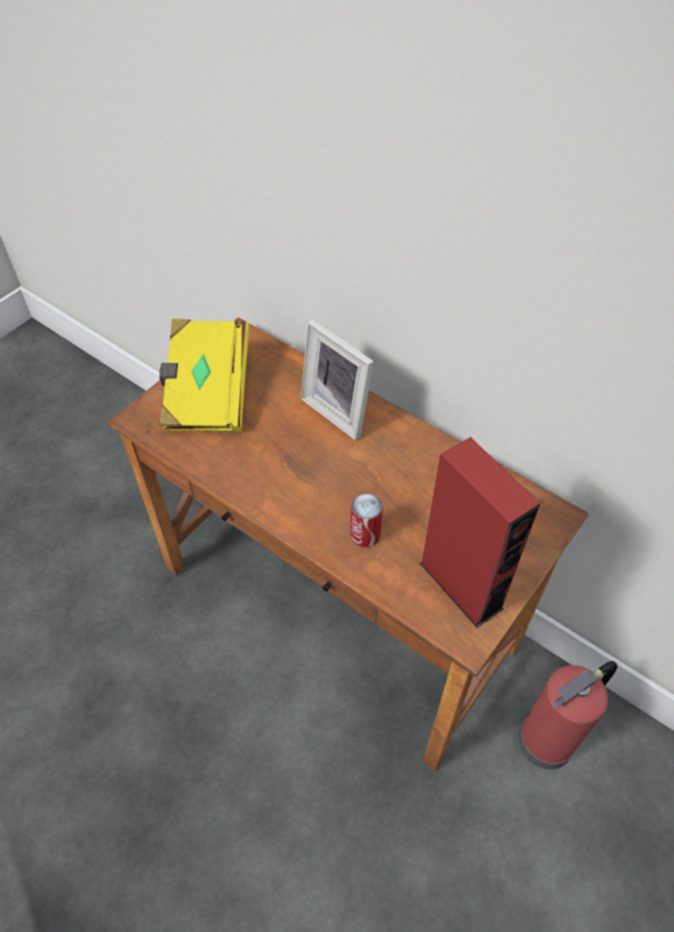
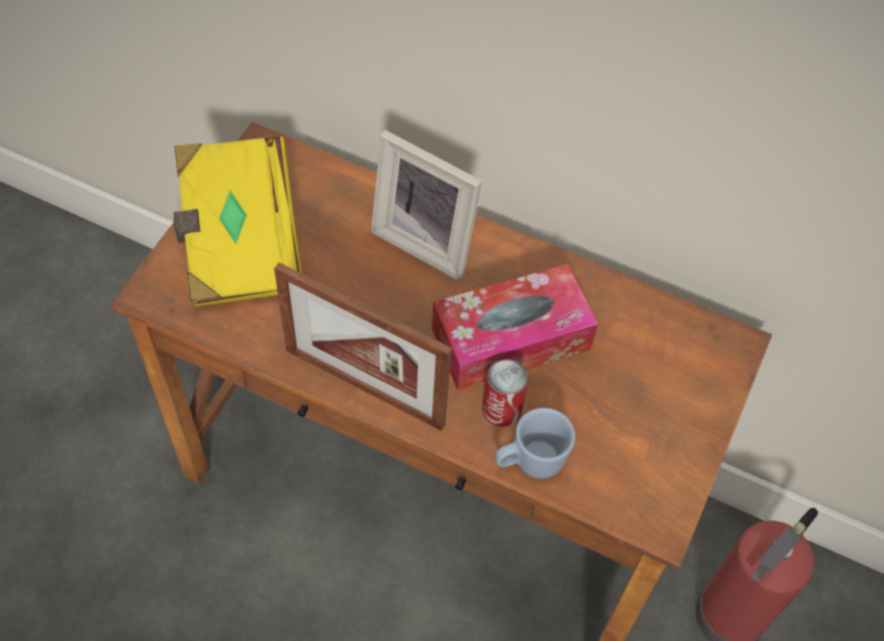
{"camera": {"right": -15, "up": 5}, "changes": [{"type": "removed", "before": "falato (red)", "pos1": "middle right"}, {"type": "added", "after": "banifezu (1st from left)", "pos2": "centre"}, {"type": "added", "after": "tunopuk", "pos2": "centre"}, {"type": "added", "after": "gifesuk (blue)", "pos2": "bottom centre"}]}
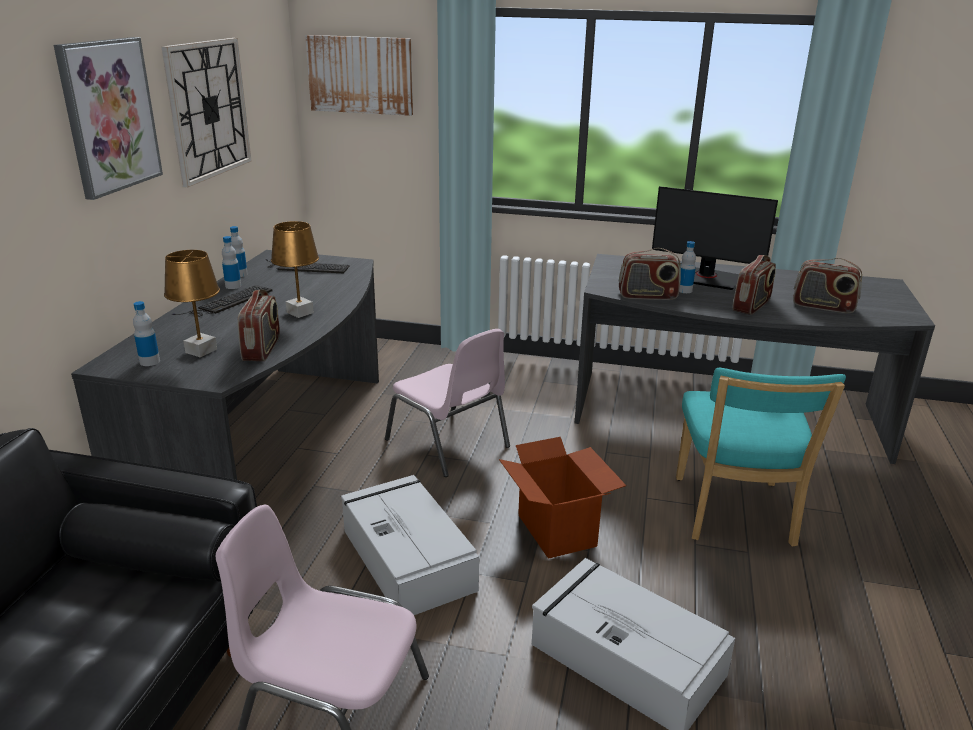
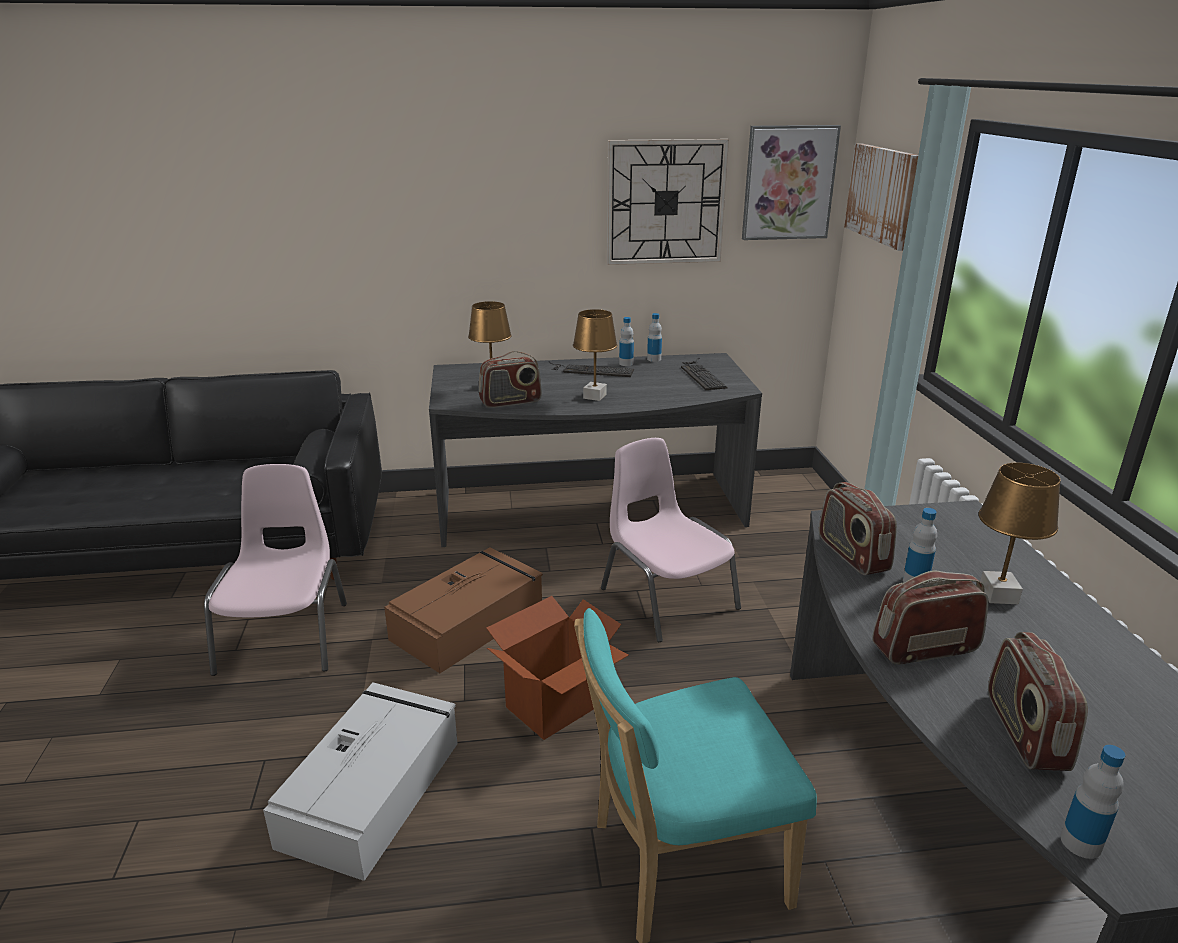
{"camera": {"right": 70, "up": 0}, "changes": [{"type": "moved", "before": "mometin (1st from left)", "pos1": "top left", "pos2": "top right"}, {"type": "moved", "before": "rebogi (1st from left in the first image)", "after": "rebogi (4th from left)", "pos1": "middle left", "pos2": "bottom right"}, {"type": "recoloured", "before": "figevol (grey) (1st from left)", "after": "figevol (brown)", "pos1": "bottom centre", "pos2": "centre"}, {"type": "turned", "before": "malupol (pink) (2nd from left)", "pos1": "centre", "pos2": "centre", "turn": 120}, {"type": "replaced", "before": "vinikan", "after": "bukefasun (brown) (3rd from left)", "pos1": "top right", "pos2": "middle right"}, {"type": "turned", "before": "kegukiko (3rd from left)", "pos1": "middle right", "pos2": "middle right", "turn": 150}]}
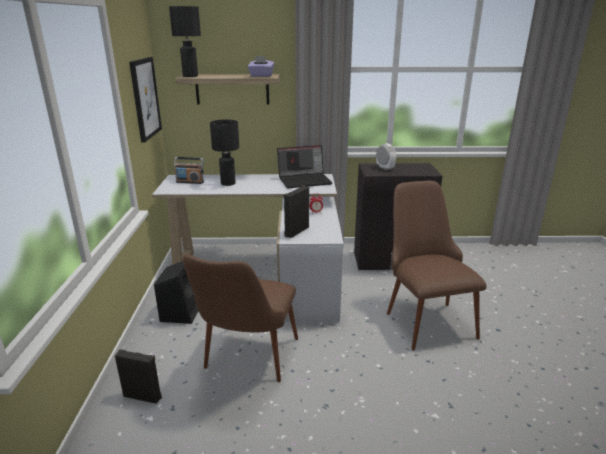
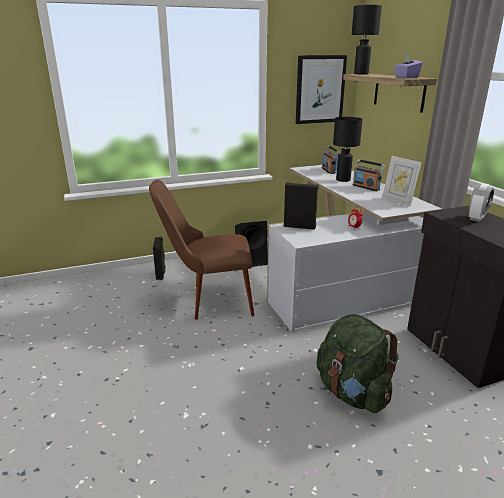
{"camera": {"right": 70, "up": 0}, "changes": [{"type": "replaced", "before": "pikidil", "after": "banifezu", "pos1": "centre", "pos2": "middle right"}, {"type": "replaced", "before": "malupol (brown) (2nd from left)", "after": "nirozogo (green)", "pos1": "middle right", "pos2": "bottom right"}, {"type": "added", "after": "kegukiko (2nd from left)", "pos2": "middle right"}]}
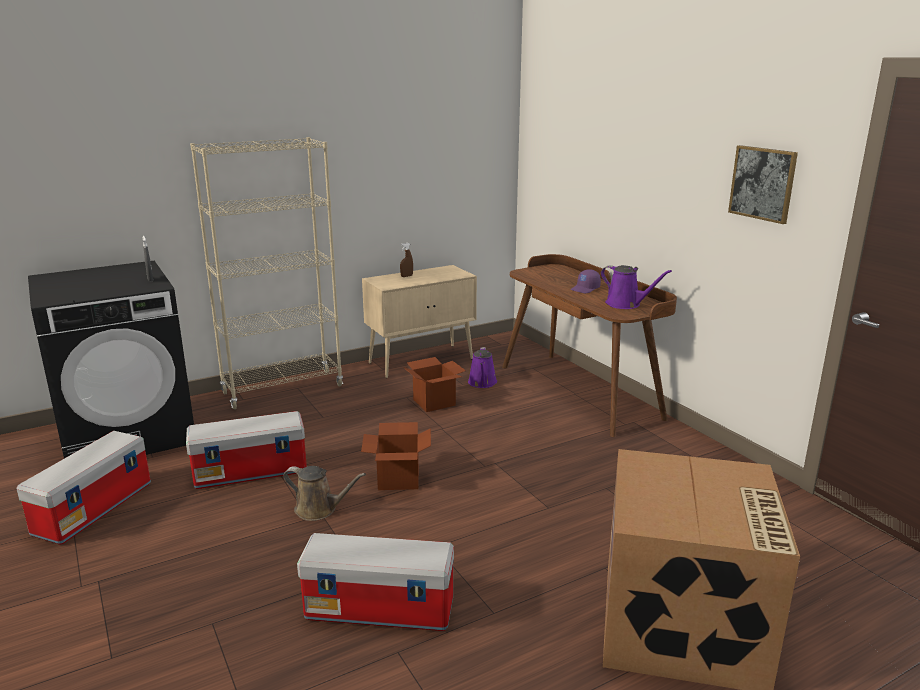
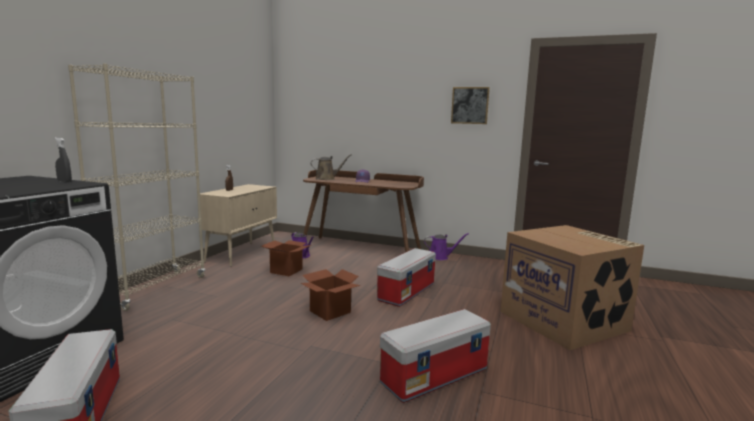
{"camera": {"right": -40, "up": -10}, "changes": [{"type": "moved", "before": "figevol (2nd from left)", "pos1": "middle left", "pos2": "centre"}, {"type": "moved", "before": "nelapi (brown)", "pos1": "bottom centre", "pos2": "centre"}, {"type": "moved", "before": "nelapi (purple) (2nd from left)", "pos1": "middle right", "pos2": "centre"}]}
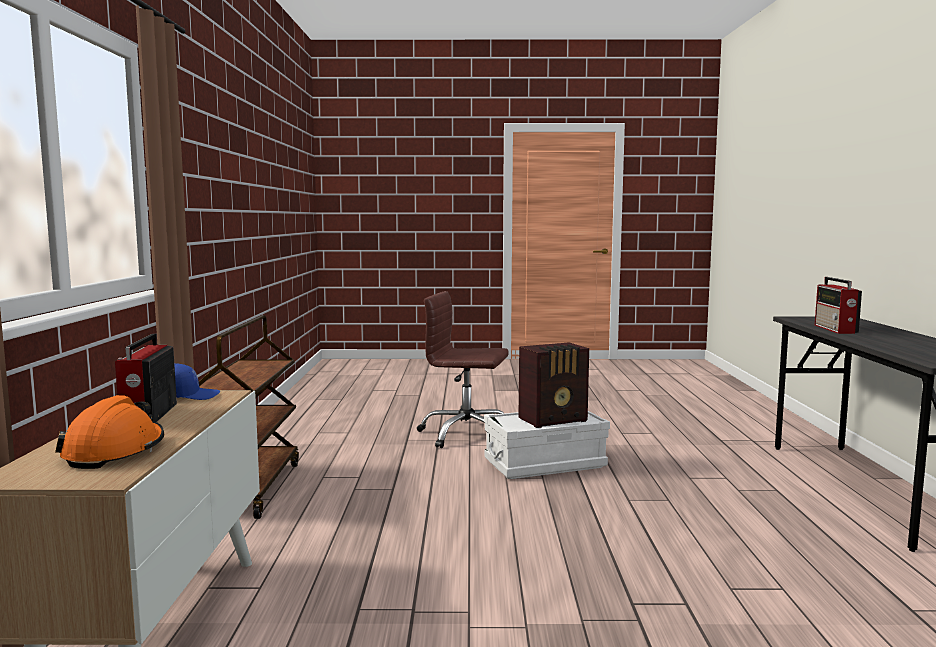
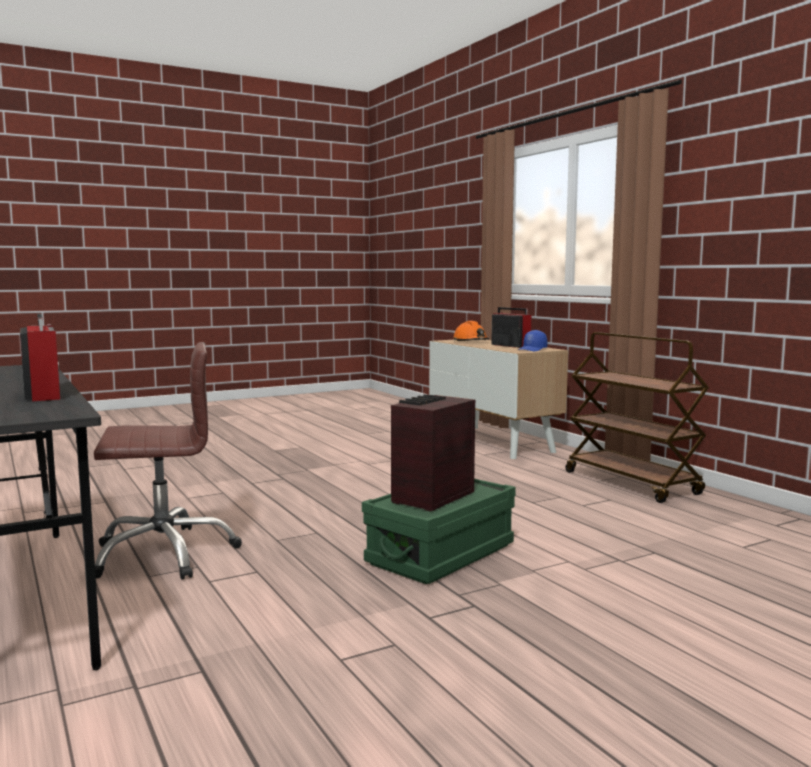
{"camera": {"right": 150, "up": 0}, "changes": [{"type": "moved", "before": "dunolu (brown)", "pos1": "centre", "pos2": "middle left"}, {"type": "recoloured", "before": "figevol (white)", "after": "figevol (green)", "pos1": "bottom centre", "pos2": "bottom centre"}]}
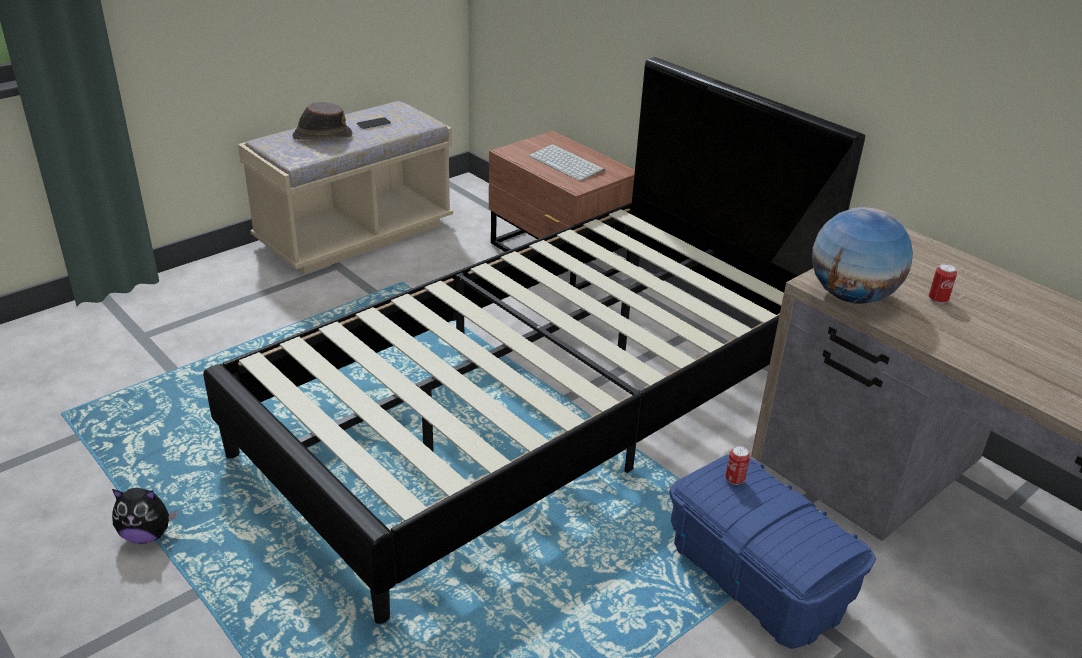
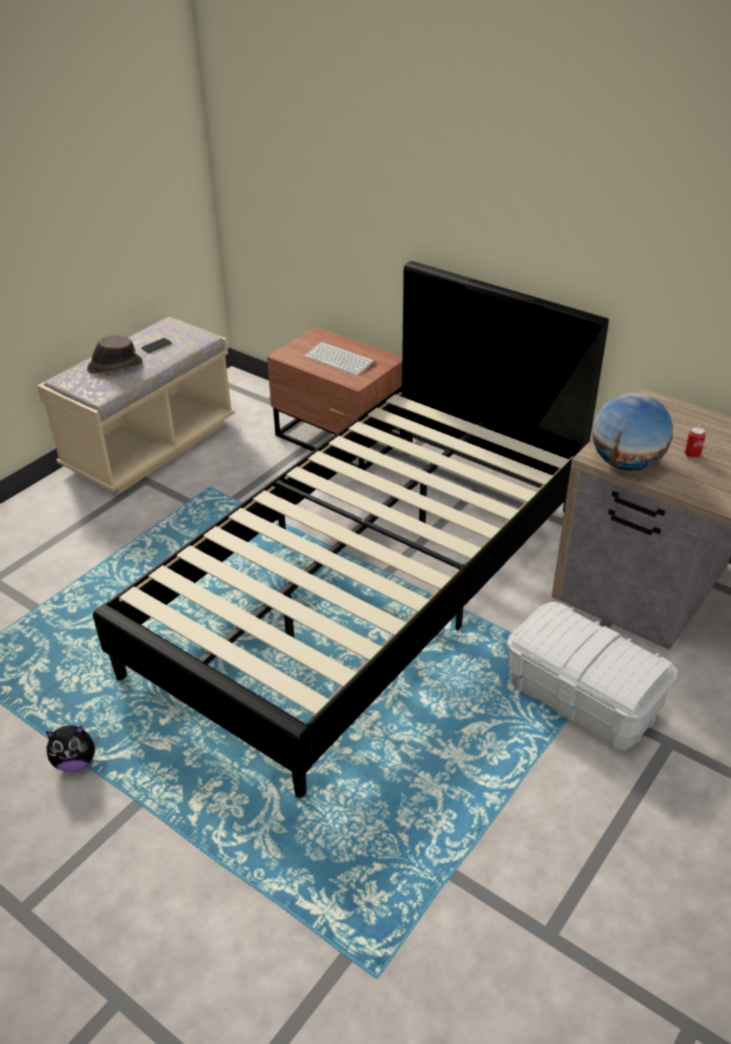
{"camera": {"right": -10, "up": 5}, "changes": [{"type": "recoloured", "before": "figevol (blue)", "after": "figevol (white)", "pos1": "bottom right", "pos2": "middle right"}, {"type": "removed", "before": "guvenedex (1st from left)", "pos1": "bottom right"}]}
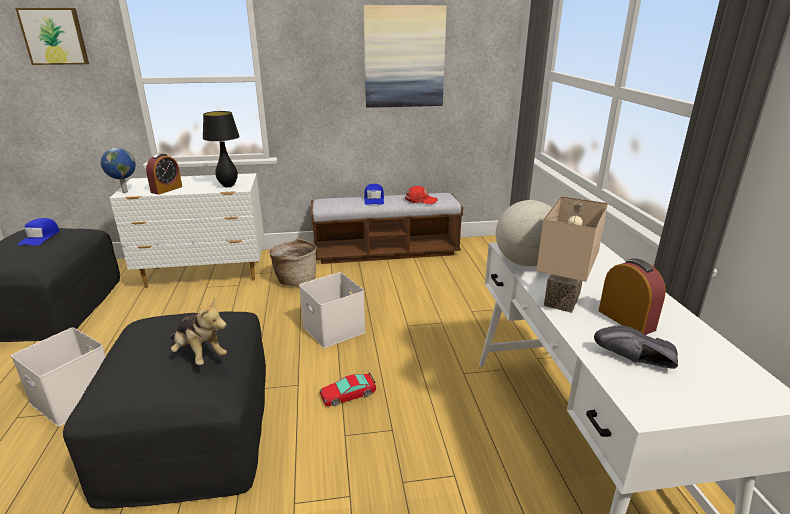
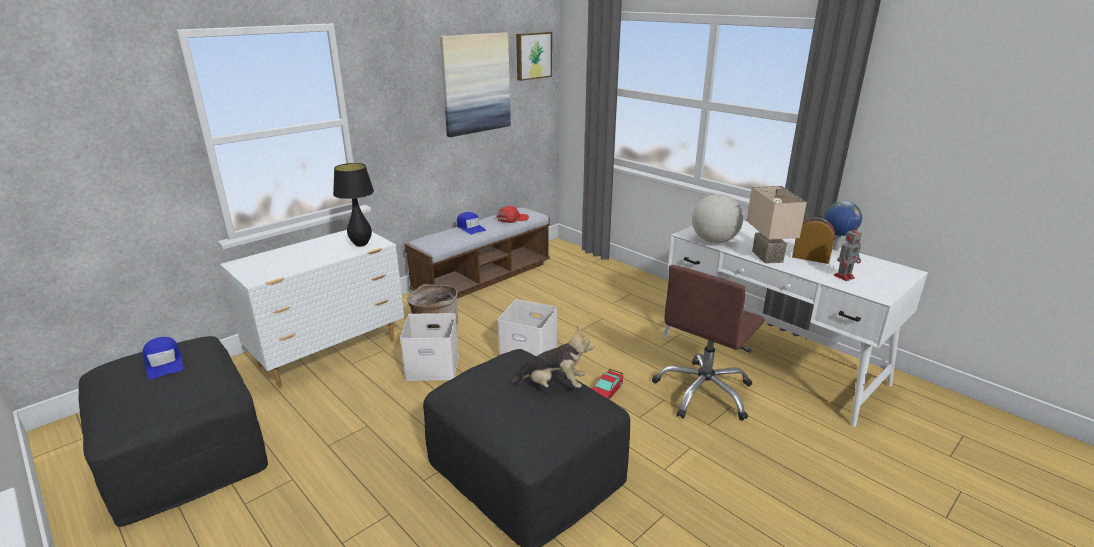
{"camera": {"right": -35, "up": 0}, "changes": [{"type": "moved", "before": "figevol (white) (1st from left)", "pos1": "bottom left", "pos2": "centre"}, {"type": "moved", "before": "mometin (1st from left in the first image)", "after": "mometin (2nd from left)", "pos1": "top left", "pos2": "top centre"}, {"type": "moved", "before": "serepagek (1st from left in the first image)", "after": "serepagek (2nd from left)", "pos1": "top left", "pos2": "middle right"}, {"type": "removed", "before": "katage (1st from left)", "pos1": "middle left"}, {"type": "replaced", "before": "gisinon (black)", "after": "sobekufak", "pos1": "bottom right", "pos2": "middle right"}, {"type": "added", "after": "dunolu (brown)", "pos2": "centre"}]}
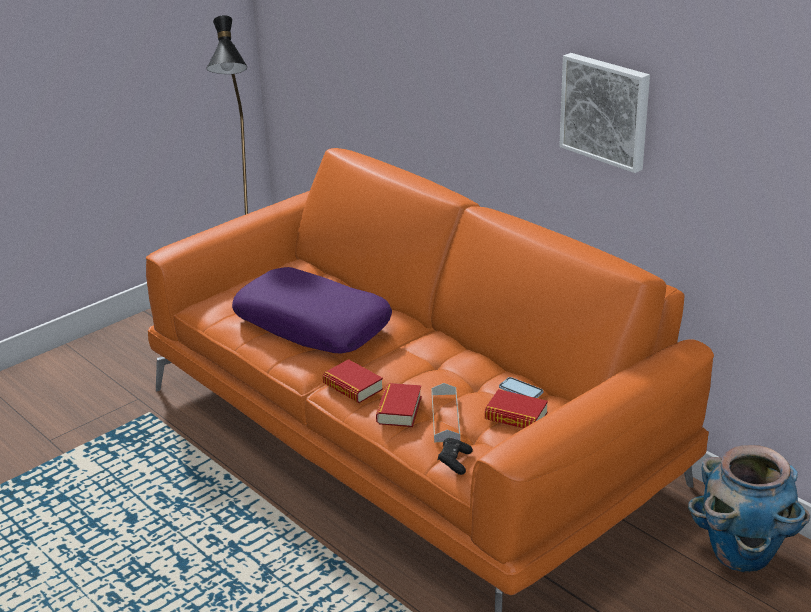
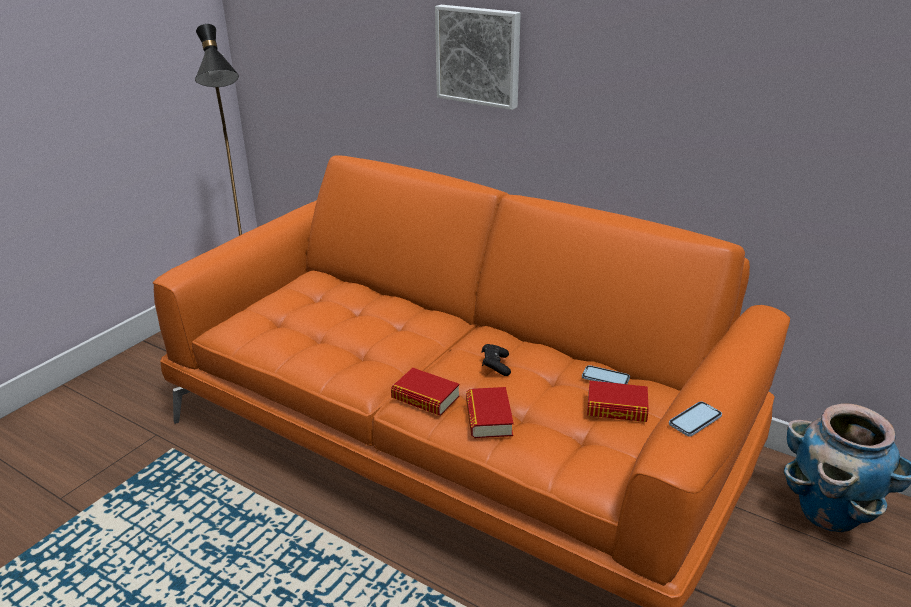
{"camera": {"right": -15, "up": 0}, "changes": [{"type": "removed", "before": "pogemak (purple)", "pos1": "centre"}, {"type": "removed", "before": "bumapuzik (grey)", "pos1": "bottom centre"}, {"type": "moved", "before": "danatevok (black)", "pos1": "bottom centre", "pos2": "centre"}, {"type": "moved", "before": "mometin", "pos1": "top right", "pos2": "top centre"}, {"type": "added", "after": "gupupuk (2nd from left)", "pos2": "bottom right"}]}
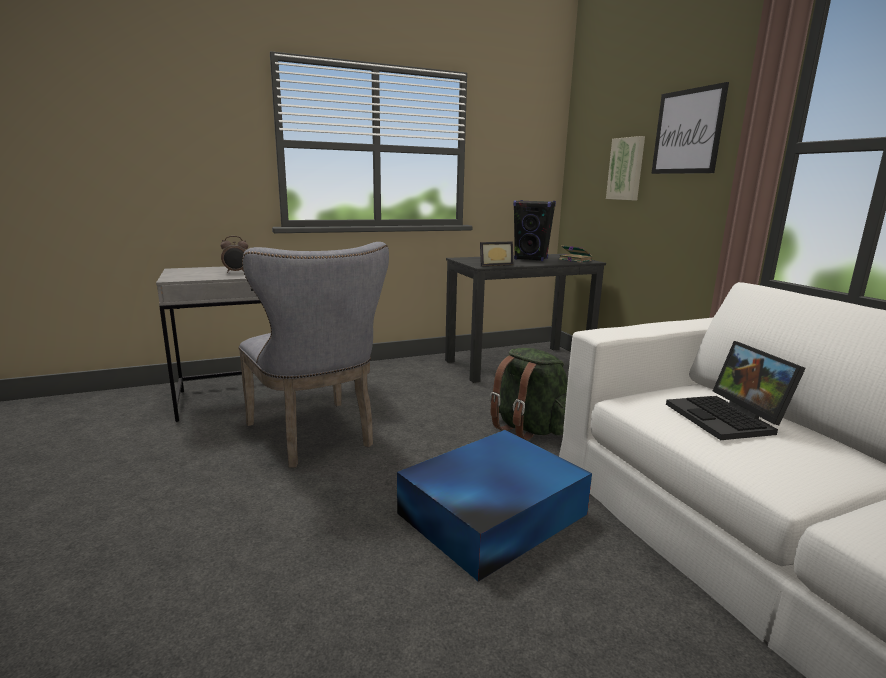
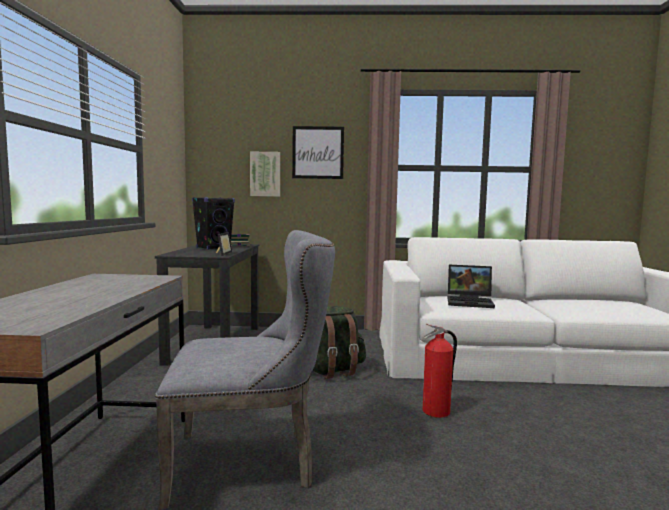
{"camera": {"right": -65, "up": -10}, "changes": [{"type": "removed", "before": "katage", "pos1": "middle left"}, {"type": "replaced", "before": "figevol (blue)", "after": "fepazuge", "pos1": "bottom centre", "pos2": "bottom centre"}]}
